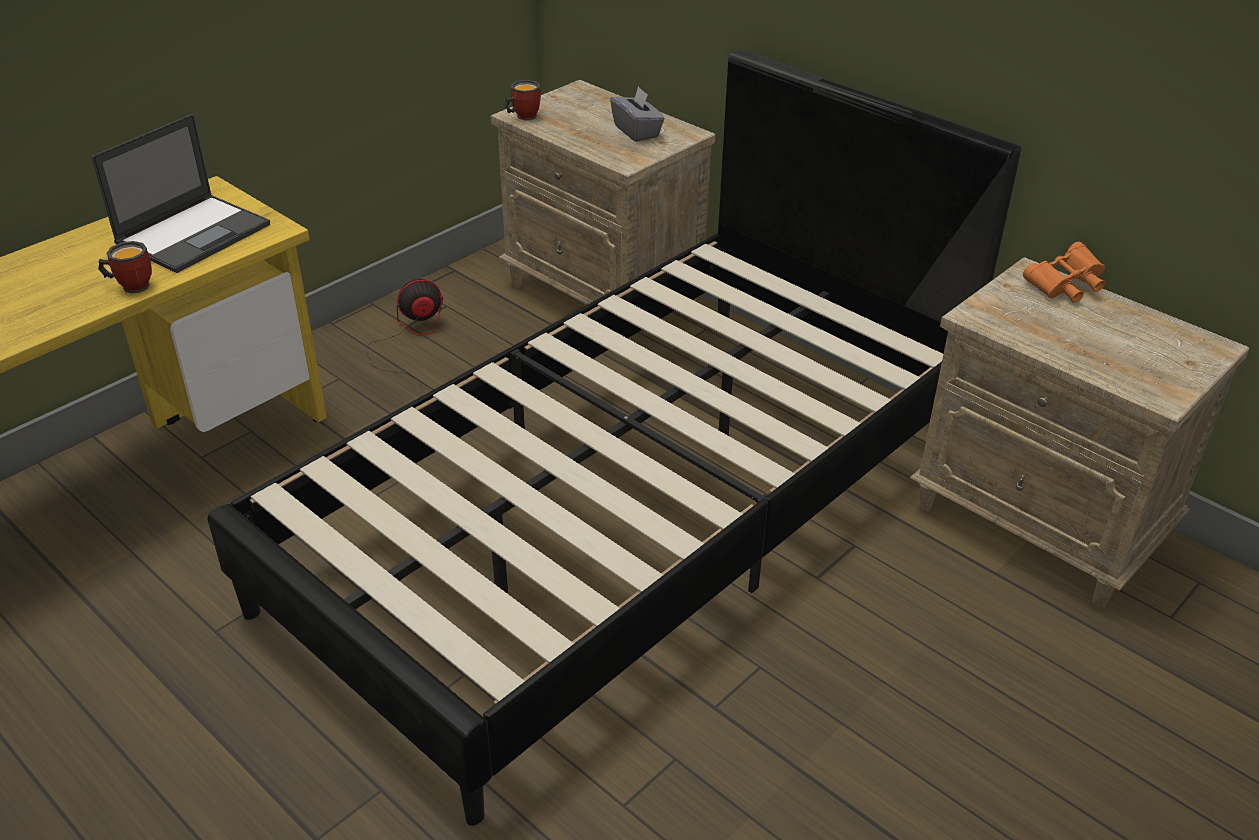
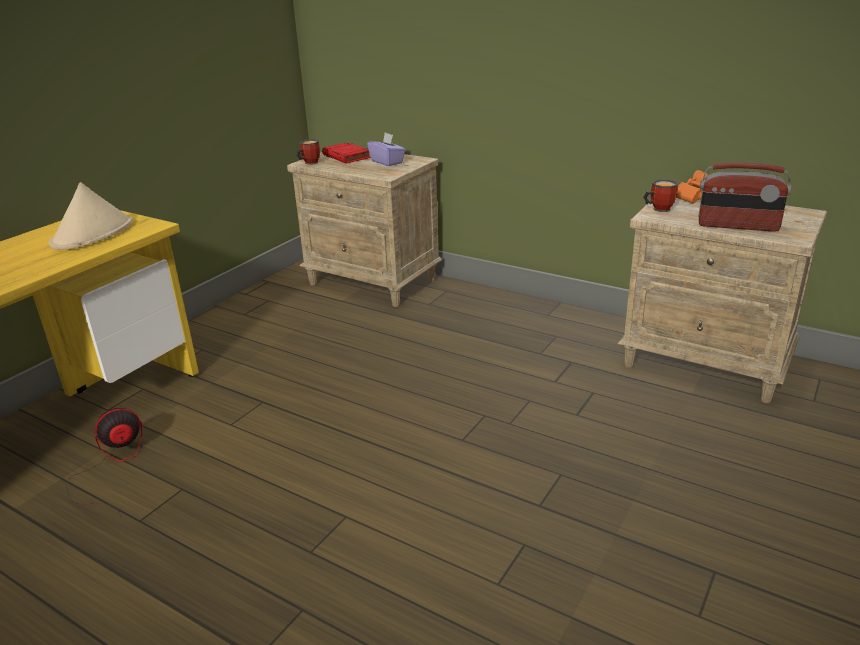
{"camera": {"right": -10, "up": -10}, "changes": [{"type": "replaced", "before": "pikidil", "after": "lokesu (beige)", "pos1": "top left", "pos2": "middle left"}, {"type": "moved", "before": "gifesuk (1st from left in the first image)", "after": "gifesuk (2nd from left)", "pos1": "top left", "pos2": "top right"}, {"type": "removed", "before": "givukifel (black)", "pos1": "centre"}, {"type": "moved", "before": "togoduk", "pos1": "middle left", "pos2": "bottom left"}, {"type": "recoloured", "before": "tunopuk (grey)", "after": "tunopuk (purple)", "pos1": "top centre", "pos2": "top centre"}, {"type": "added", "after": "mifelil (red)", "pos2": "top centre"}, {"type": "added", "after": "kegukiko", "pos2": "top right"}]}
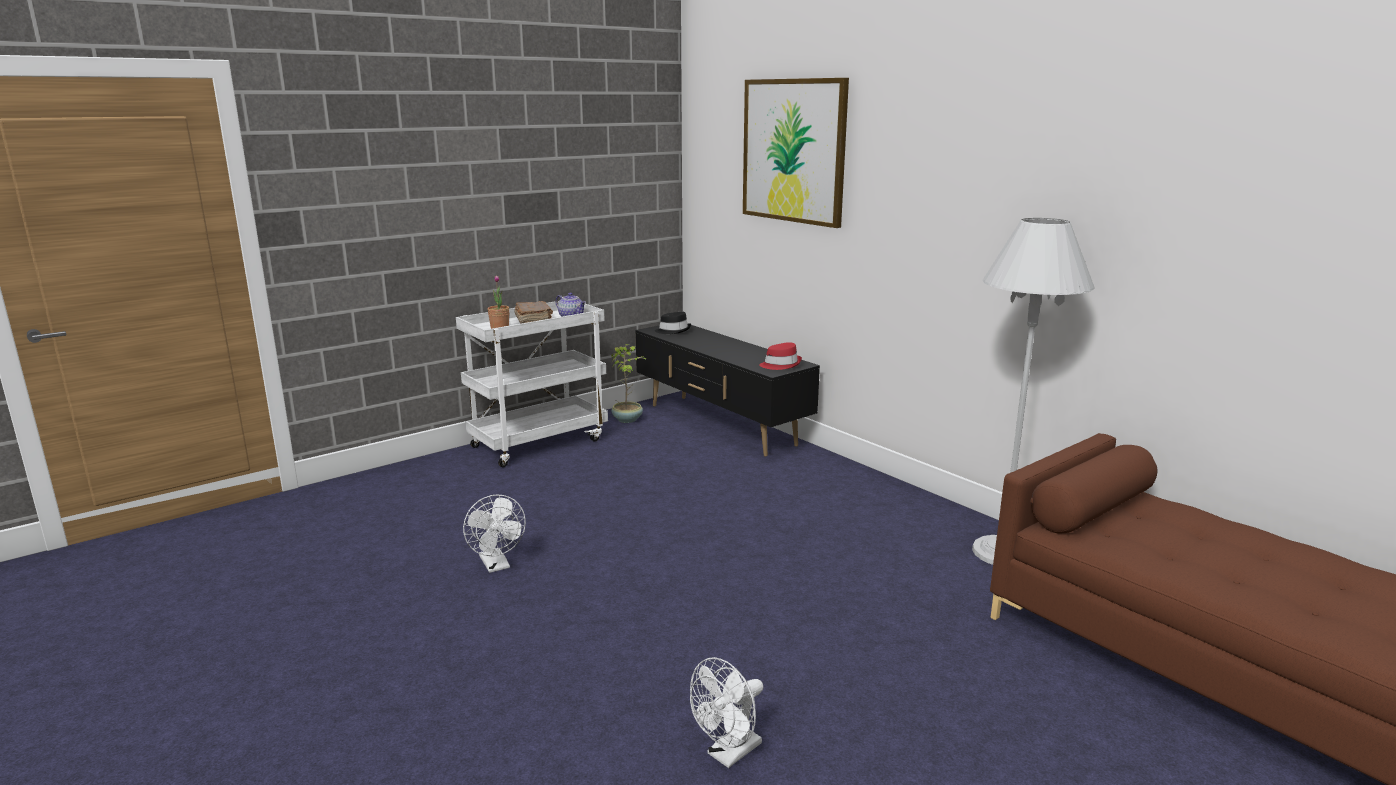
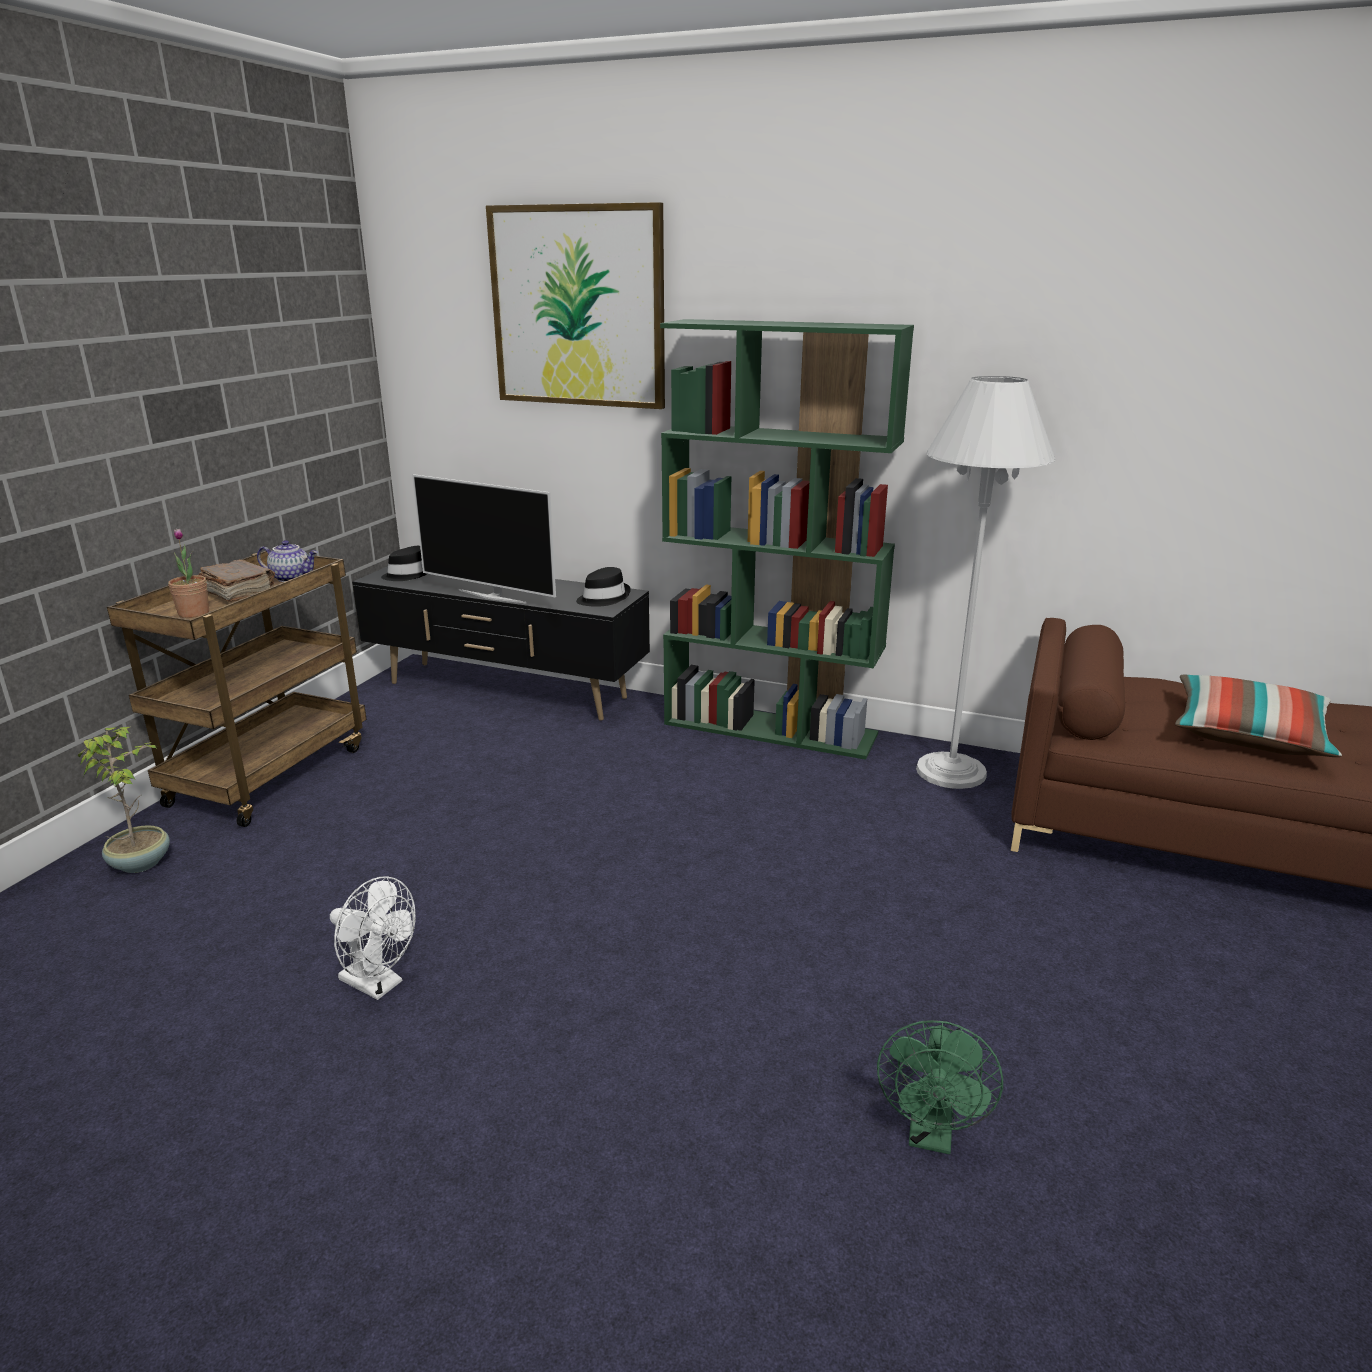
{"camera": {"right": -30, "up": 5}, "changes": [{"type": "recoloured", "before": "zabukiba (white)", "after": "zabukiba (brown)", "pos1": "centre", "pos2": "middle left"}, {"type": "moved", "before": "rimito (2nd from left in the first image)", "after": "rimito (1st from left)", "pos1": "centre", "pos2": "middle left"}, {"type": "recoloured", "before": "togoduk (white) (2nd from left)", "after": "togoduk (green)", "pos1": "bottom centre", "pos2": "bottom right"}, {"type": "recoloured", "before": "lokesu (red)", "after": "lokesu (black) (2nd from left)", "pos1": "centre", "pos2": "centre"}, {"type": "added", "after": "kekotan", "pos2": "centre"}, {"type": "added", "after": "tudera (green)", "pos2": "centre"}, {"type": "added", "after": "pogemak", "pos2": "middle right"}]}
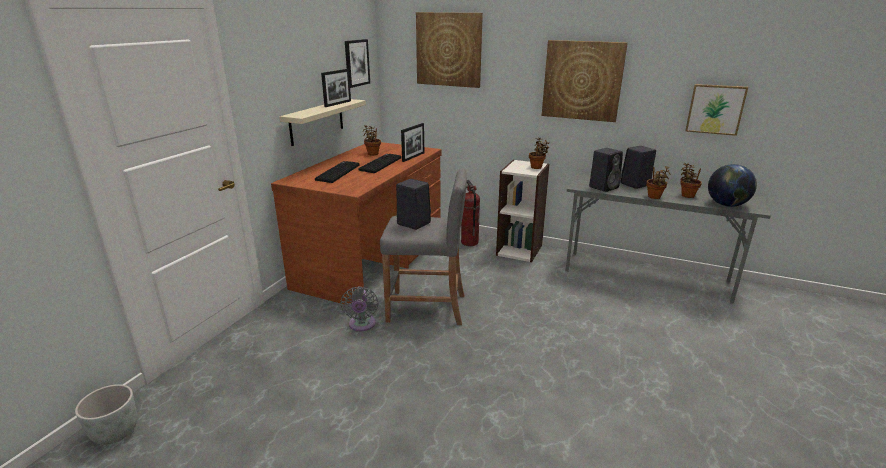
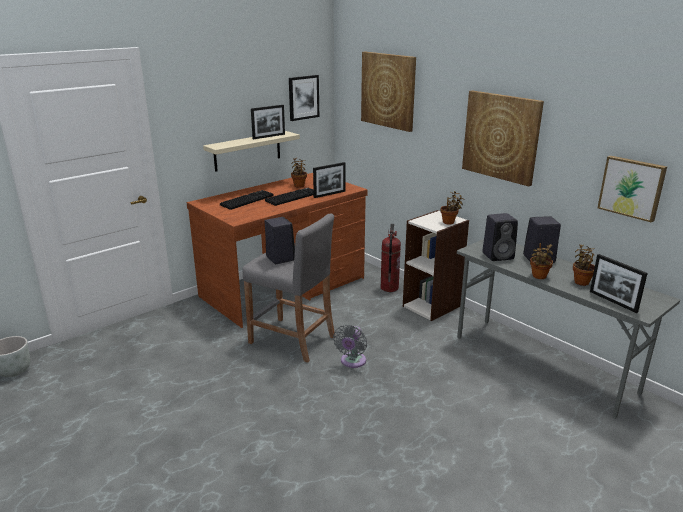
{"camera": {"right": 25, "up": 0}, "changes": [{"type": "moved", "before": "togoduk (grey)", "pos1": "centre", "pos2": "bottom centre"}, {"type": "replaced", "before": "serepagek", "after": "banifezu (3rd from left)", "pos1": "middle right", "pos2": "middle right"}]}
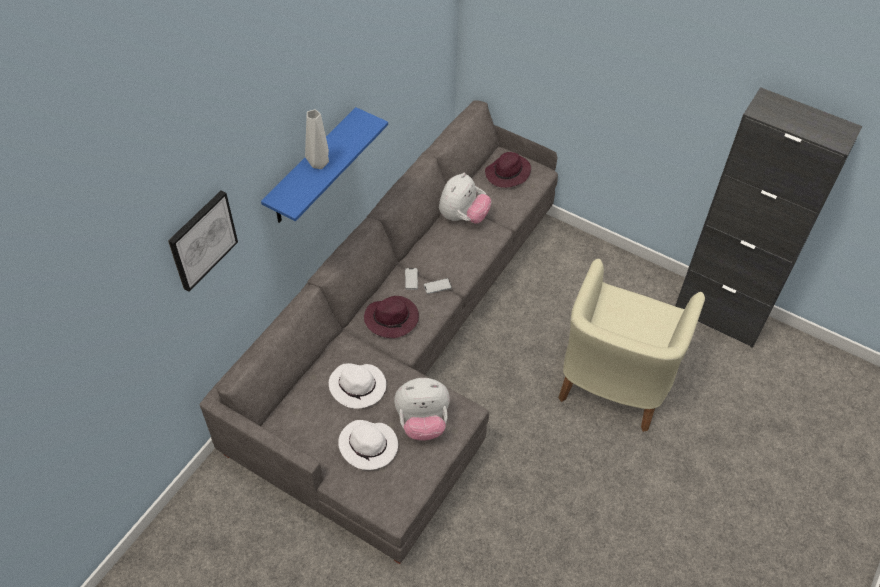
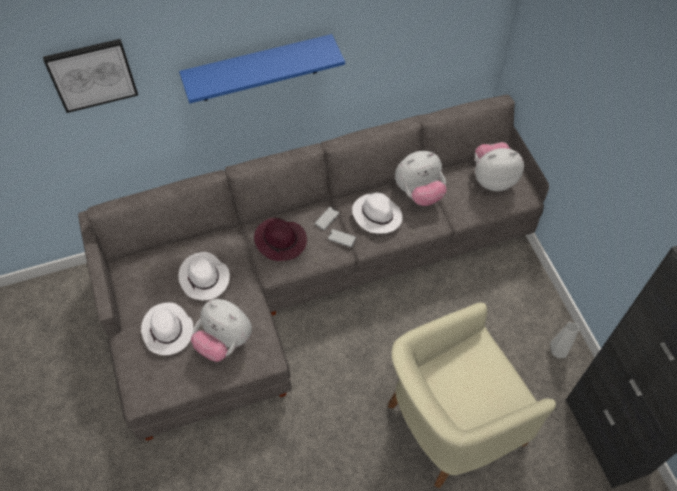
{"camera": {"right": 40, "up": 5}, "changes": [{"type": "moved", "before": "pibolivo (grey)", "pos1": "top centre", "pos2": "bottom right"}, {"type": "replaced", "before": "lokesu (purple) (2nd from left)", "after": "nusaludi (3rd from left)", "pos1": "top centre", "pos2": "middle right"}, {"type": "added", "after": "lokesu (white) (3rd from left)", "pos2": "centre"}]}
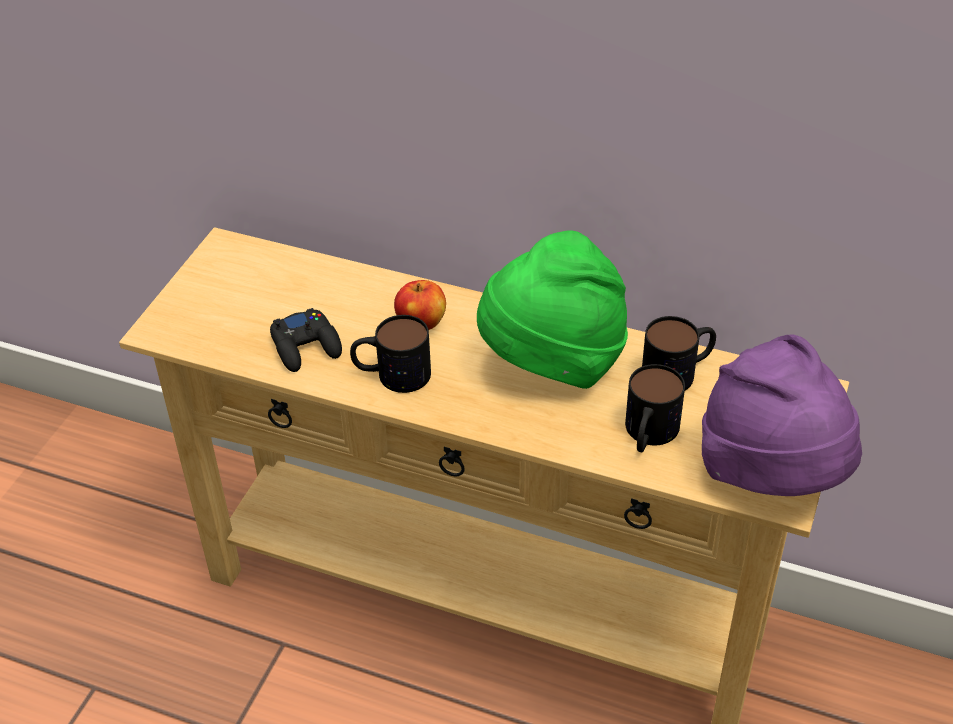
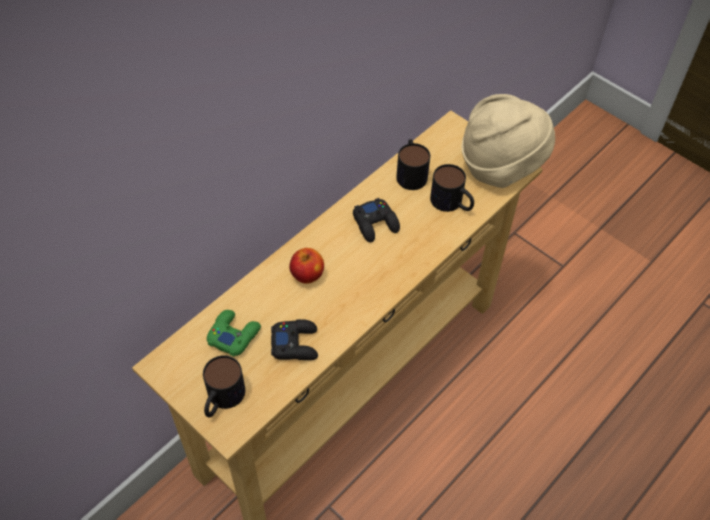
{"camera": {"right": -70, "up": 10}, "changes": [{"type": "moved", "before": "gifesuk (1st from left)", "pos1": "centre", "pos2": "bottom left"}, {"type": "replaced", "before": "lokesu (green)", "after": "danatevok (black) (2nd from left)", "pos1": "centre", "pos2": "centre"}, {"type": "recoloured", "before": "lokesu (purple)", "after": "lokesu (beige)", "pos1": "middle right", "pos2": "top right"}, {"type": "added", "after": "danatevok (green)", "pos2": "middle left"}]}
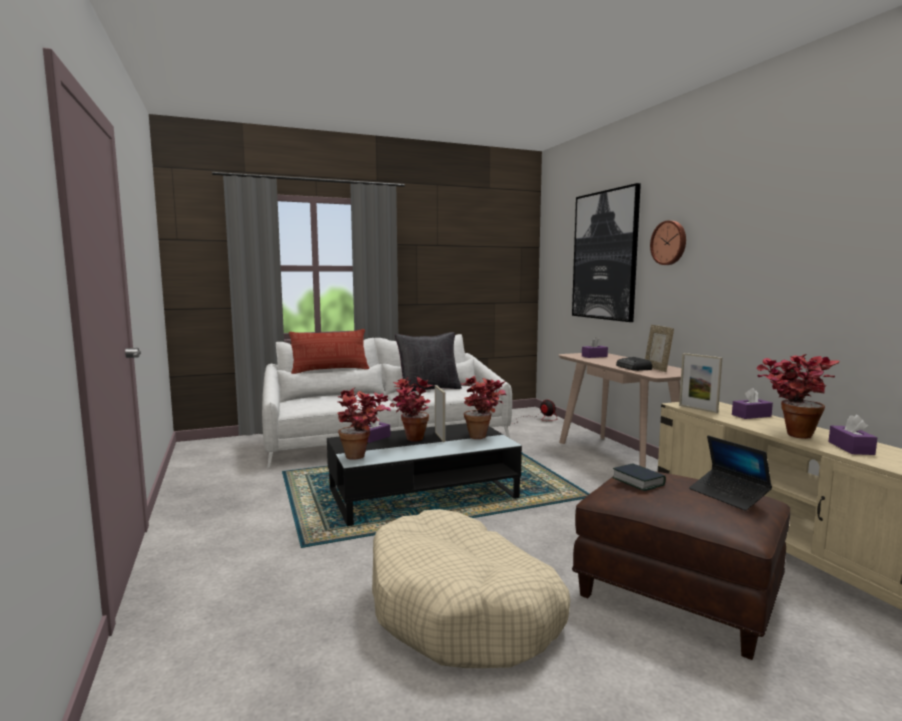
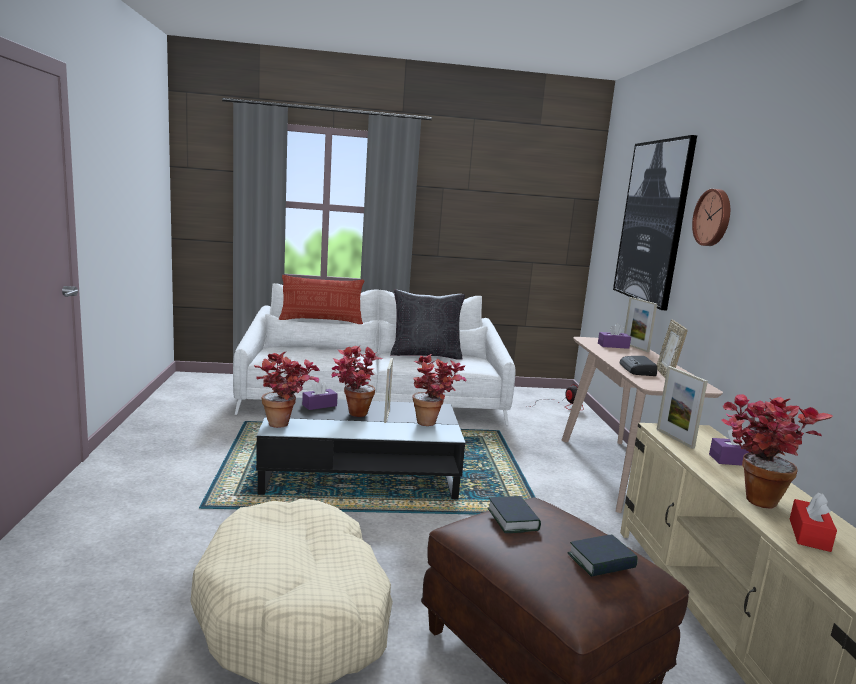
{"camera": {"right": 15, "up": 5}, "changes": [{"type": "replaced", "before": "pikidil", "after": "mifelil (2nd from left)", "pos1": "middle right", "pos2": "bottom right"}, {"type": "recoloured", "before": "tunopuk (purple) (4th from left)", "after": "tunopuk (red)", "pos1": "middle right", "pos2": "bottom right"}, {"type": "added", "after": "banifezu (2nd from left)", "pos2": "middle right"}]}
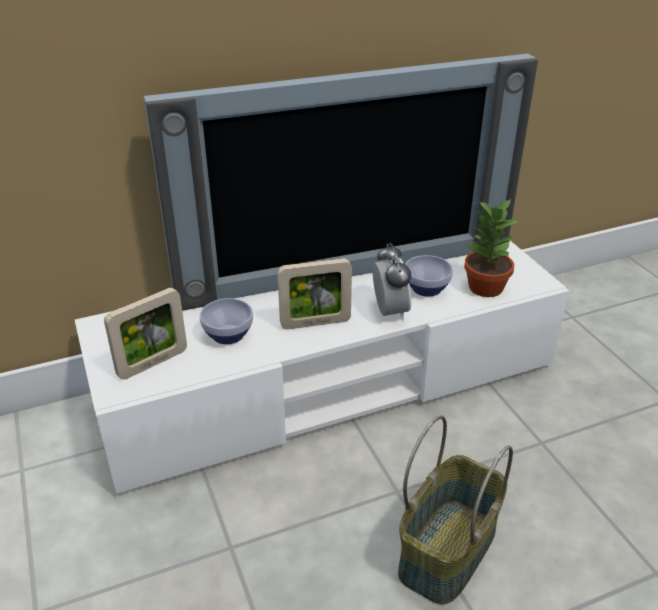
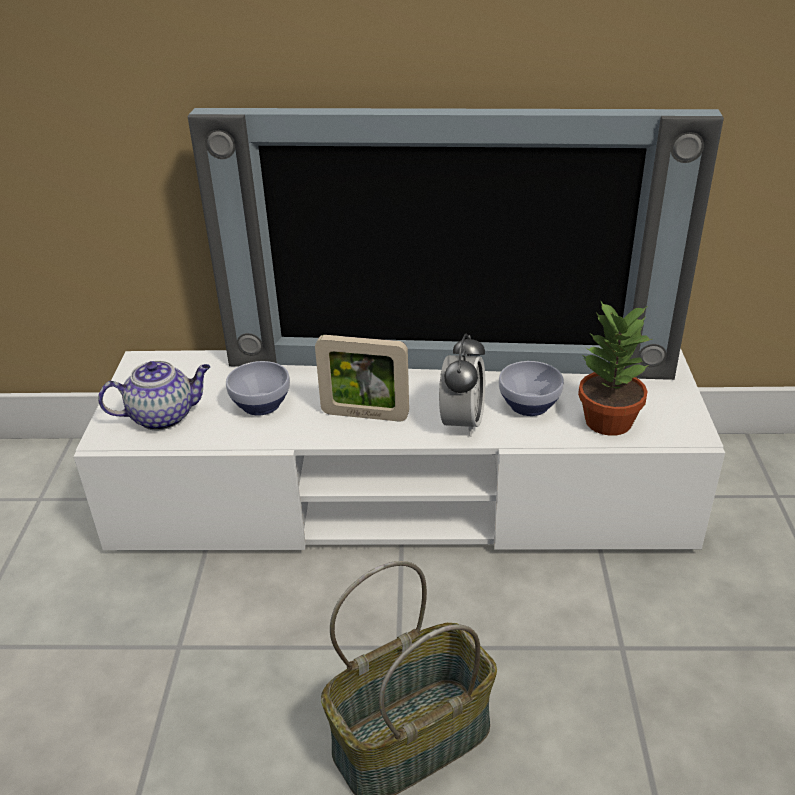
{"camera": {"right": 25, "up": 0}, "changes": [{"type": "replaced", "before": "banifezu (1st from left)", "after": "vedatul", "pos1": "middle left", "pos2": "middle left"}]}
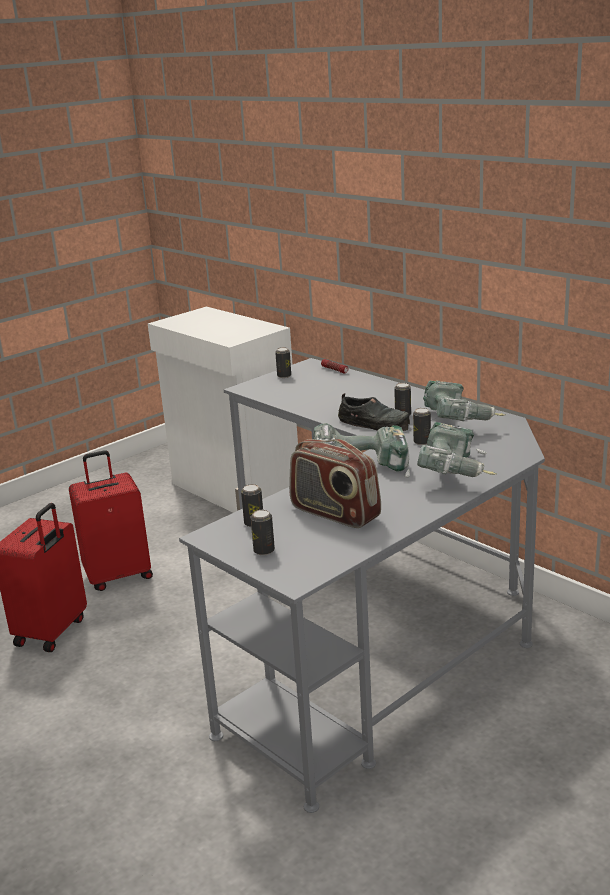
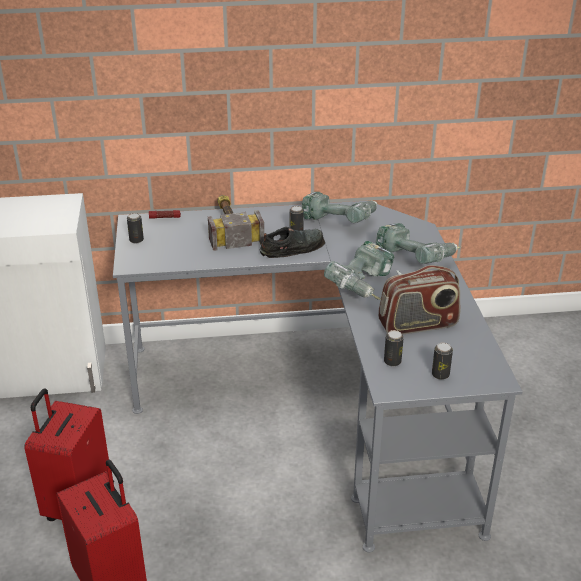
{"camera": {"right": -55, "up": 10}, "changes": [{"type": "removed", "before": "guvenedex (5th from left)", "pos1": "middle right"}, {"type": "added", "after": "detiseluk", "pos2": "centre"}]}
